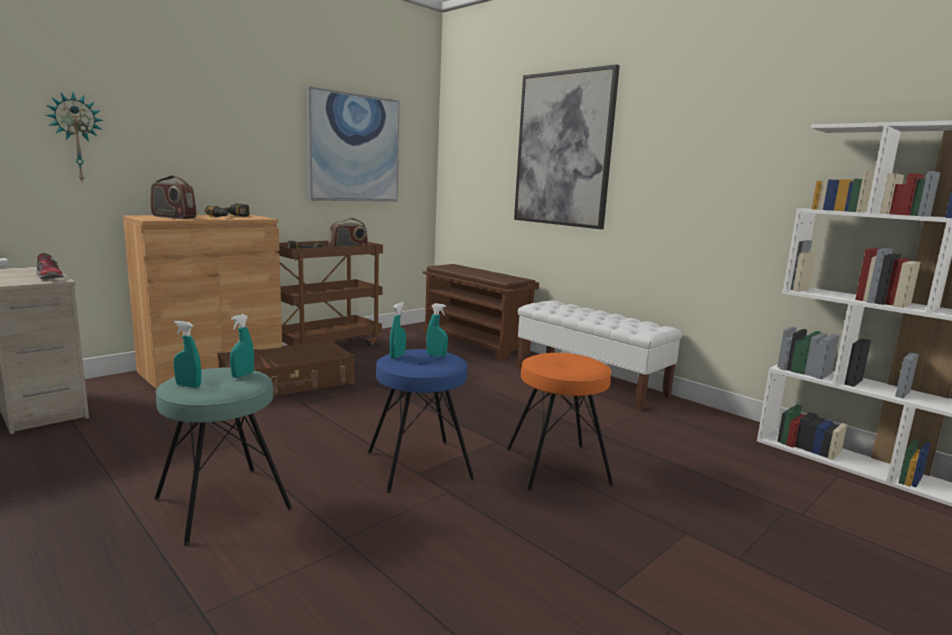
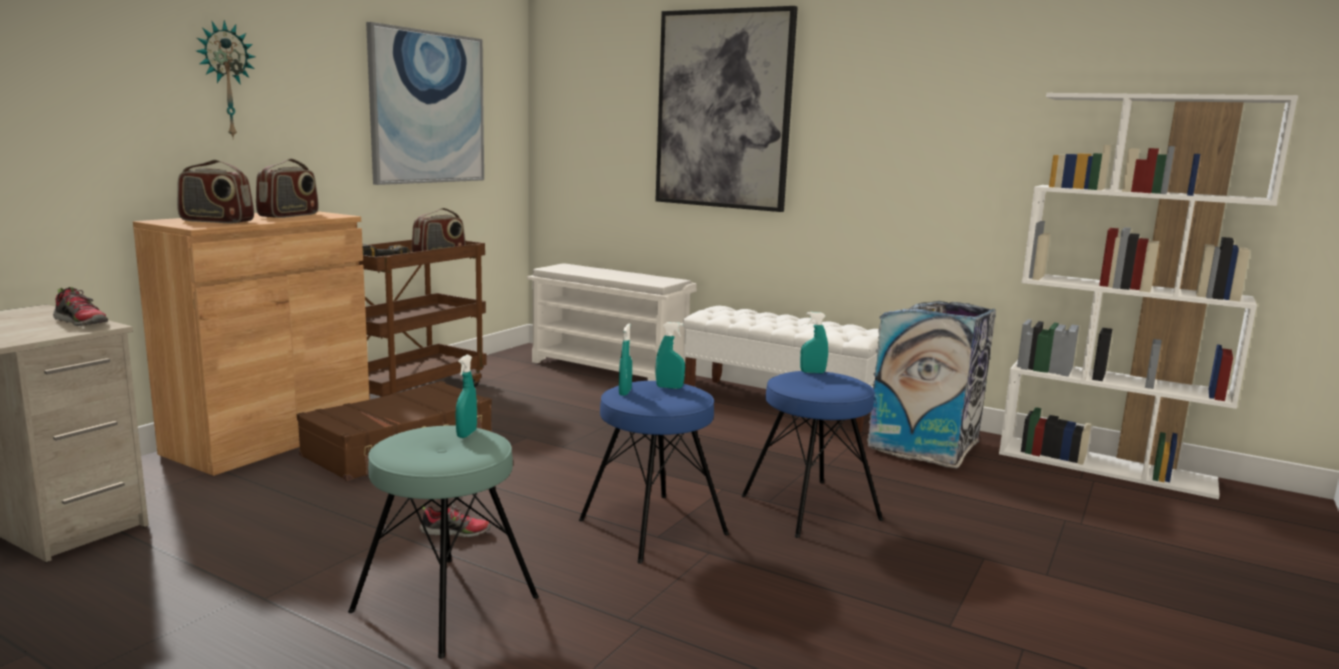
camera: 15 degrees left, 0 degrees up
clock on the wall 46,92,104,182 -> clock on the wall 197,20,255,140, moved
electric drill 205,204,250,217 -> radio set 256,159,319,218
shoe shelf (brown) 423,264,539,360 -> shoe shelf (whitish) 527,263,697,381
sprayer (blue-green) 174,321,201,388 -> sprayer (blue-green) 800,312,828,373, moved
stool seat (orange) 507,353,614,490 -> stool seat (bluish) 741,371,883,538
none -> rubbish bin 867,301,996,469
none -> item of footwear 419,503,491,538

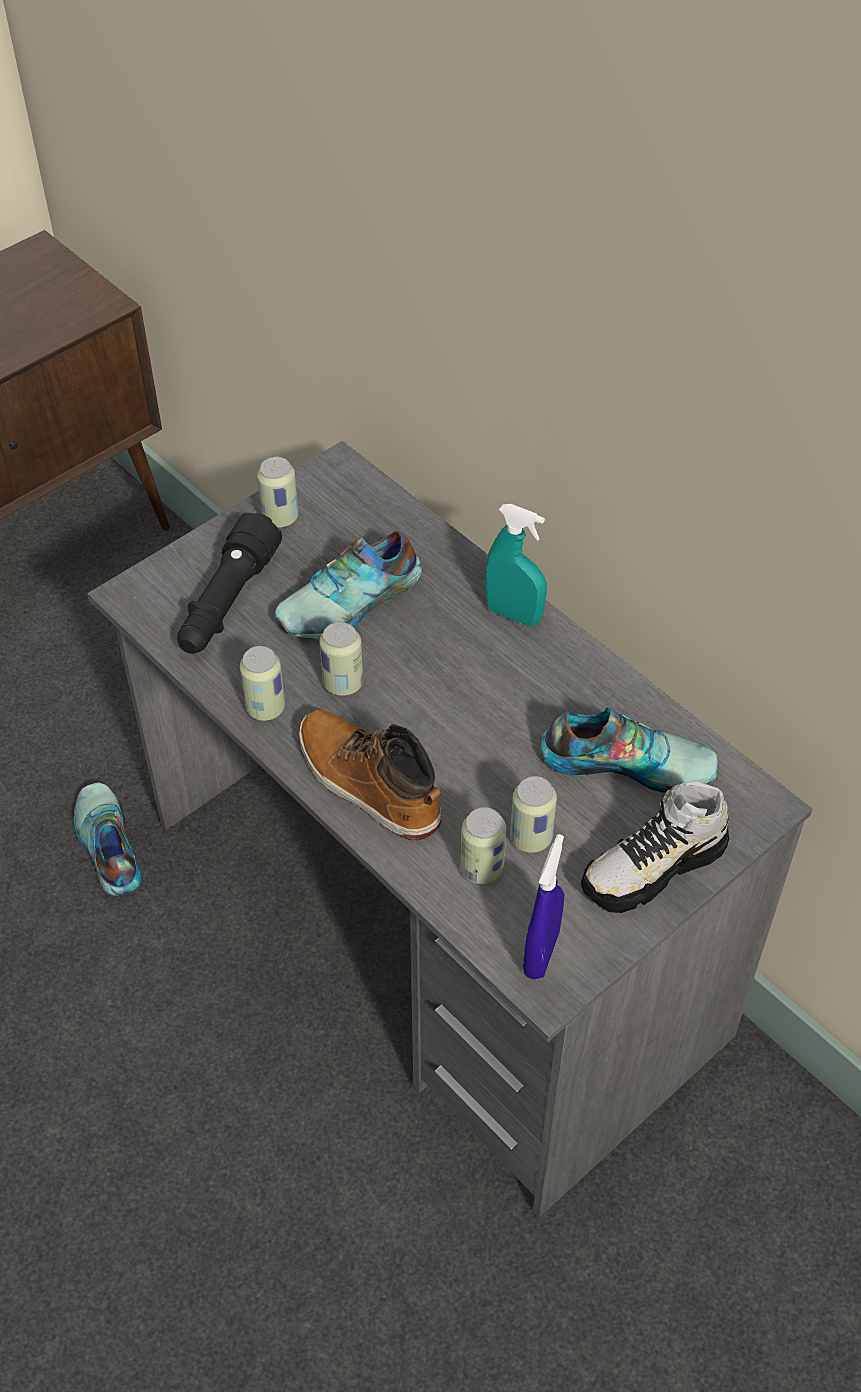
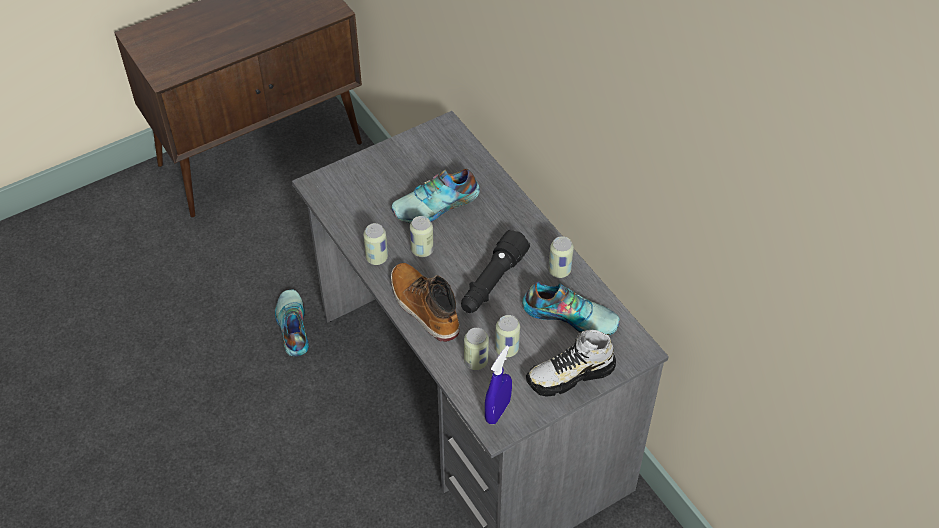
camera: 10 degrees right, 0 degrees up
metal can 257,457,298,528 -> metal can 549,236,574,278, moved
sprayer (blue-green) 485,504,547,626 -> none
hand torch (black) 177,513,282,654 -> hand torch (black) 461,230,530,313, moved

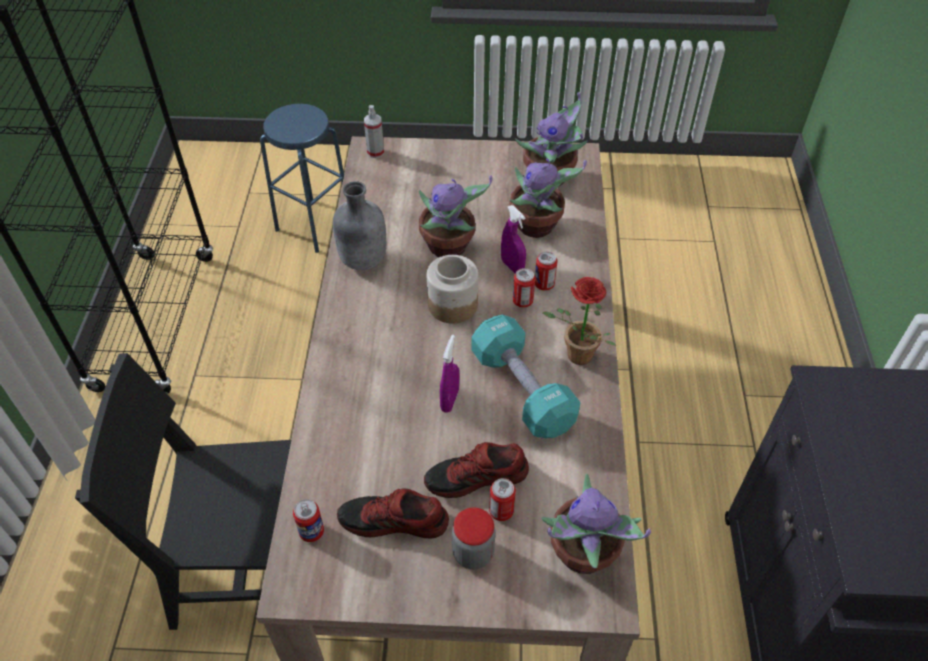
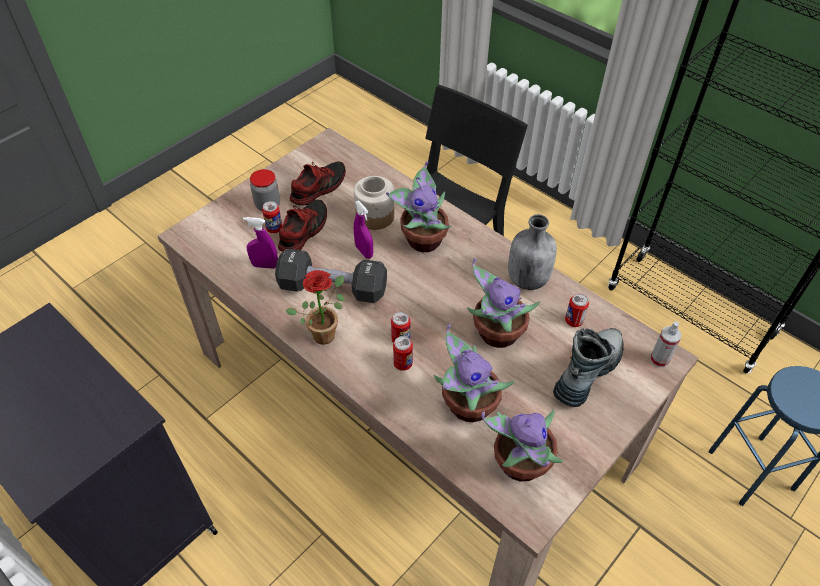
camera: 130 degrees right, 0 degrees up
sprayer (purple-coloured) 501,205,526,273 -> sprayer (purple-coloured) 243,217,278,269, moved
jar 427,255,478,324 -> jar 354,176,395,230, moved
dumbbell (blue-green) 471,314,580,438 -> dumbbell (black) 275,249,387,303
plant in a pot 542,474,651,574 -> plant in a pot 386,161,451,252, moved
metal can 293,499,324,542 -> metal can 565,293,589,327, moved
none -> tall boot 553,328,624,407

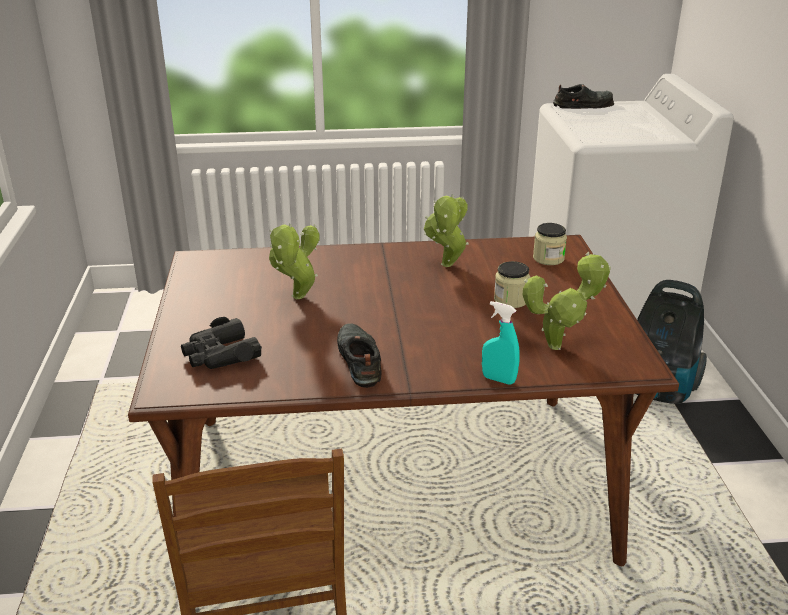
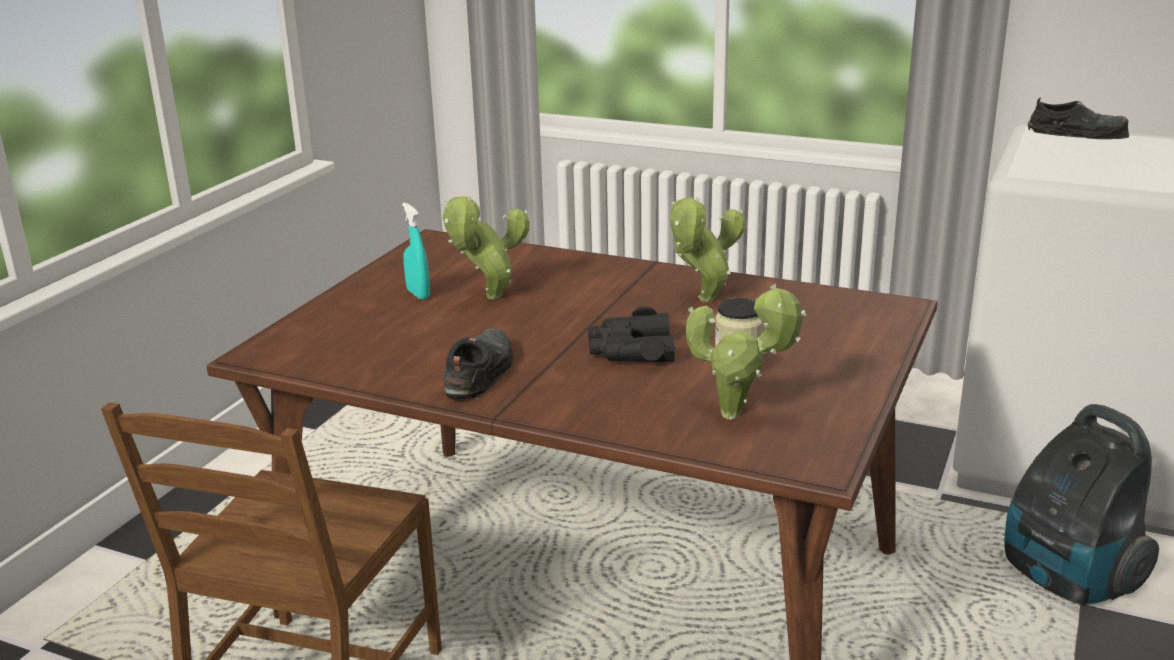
camera: 30 degrees right, 5 degrees down
jar 533,223,567,265 -> none
sprayer (blue-green) 482,301,520,385 -> sprayer (blue-green) 402,202,430,300, moved
pair of binoculars (black) 181,317,262,369 -> pair of binoculars (black) 588,306,675,362, moved

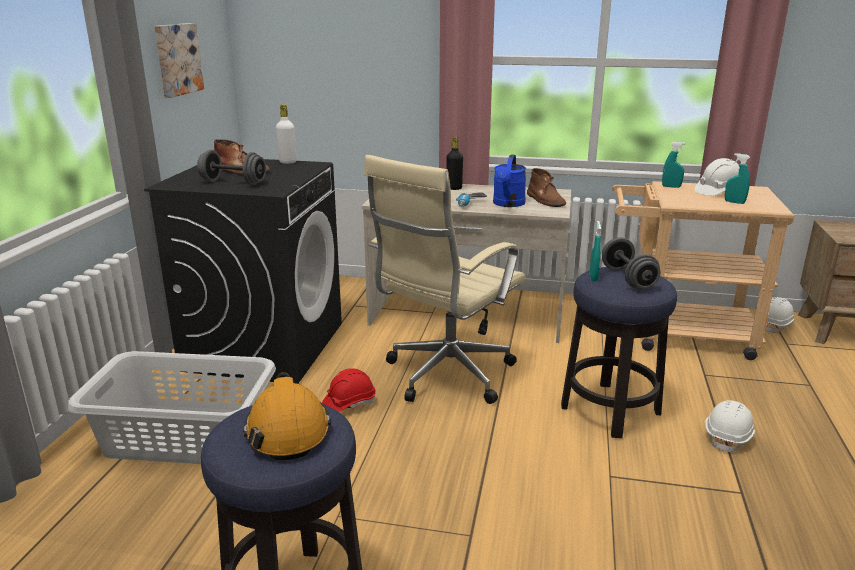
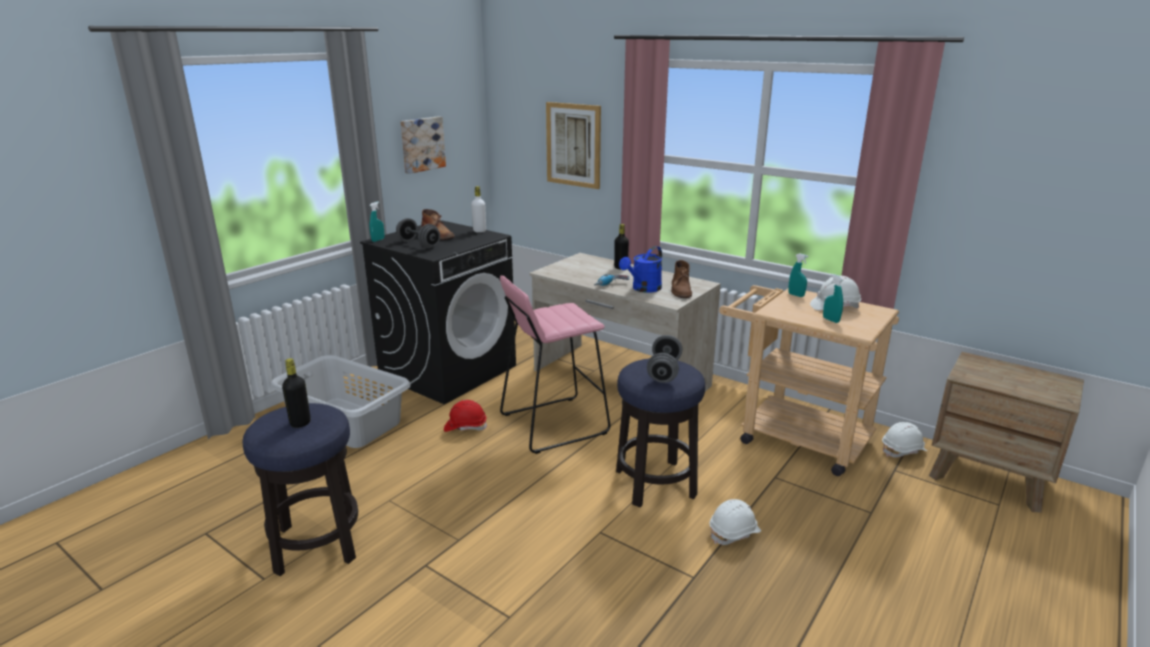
camera: 25 degrees right, 0 degrees up
office chair (beige-coloured) 364,155,525,404 -> stool seat (pinkish) 500,276,610,454
sprayer (blue-green) 590,221,601,281 -> sprayer (blue-green) 369,201,385,242, moved
work helmet (orange) 243,372,331,460 -> bottle (black) 282,358,311,428
none -> wall picture 546,102,601,189

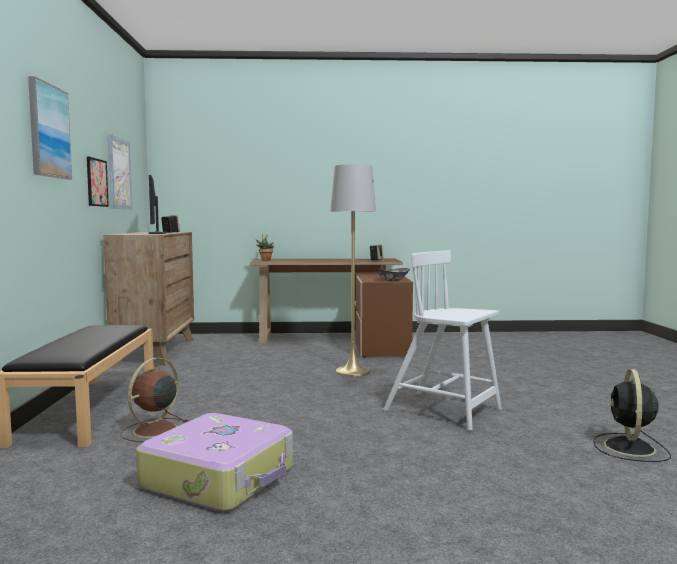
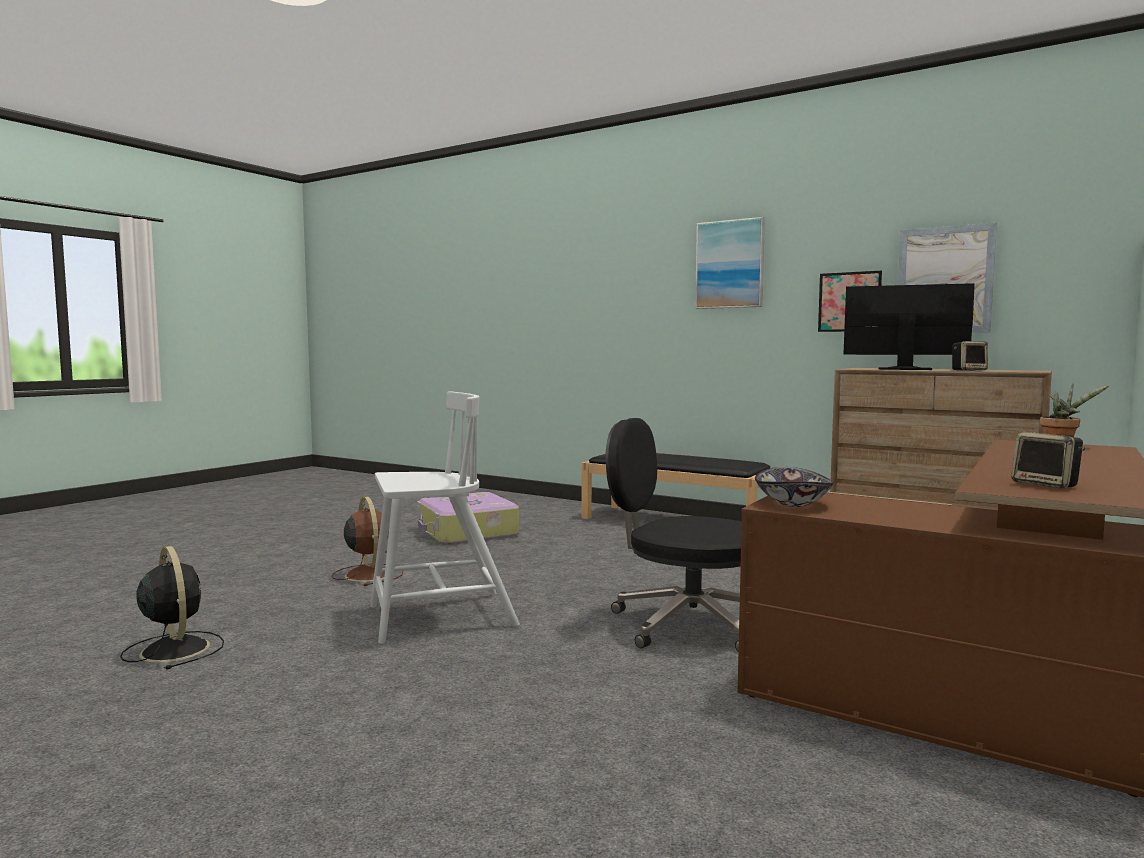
camera: 125 degrees right, 0 degrees up
floor lamp (gray) 330,164,376,377 -> office chair (black) 605,418,742,651
cooling fan (brown) 120,358,188,442 -> cooling fan (brown) 332,497,403,586, moved

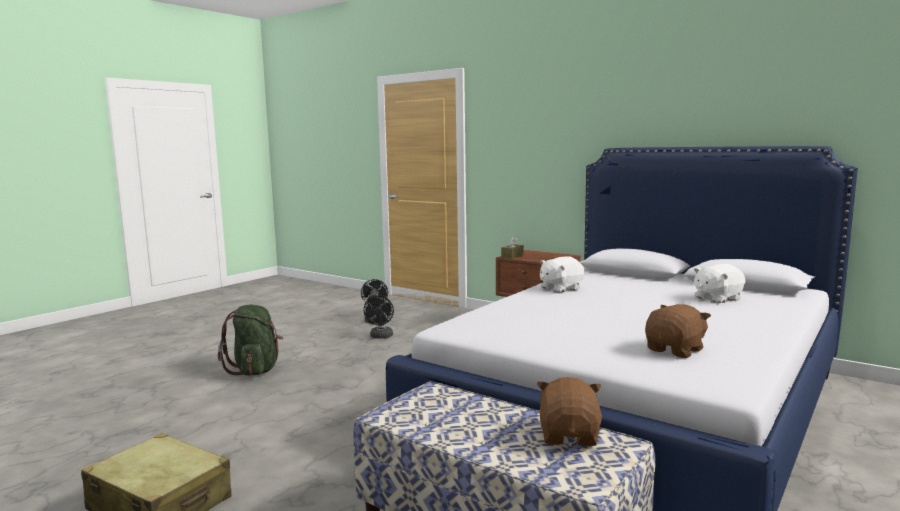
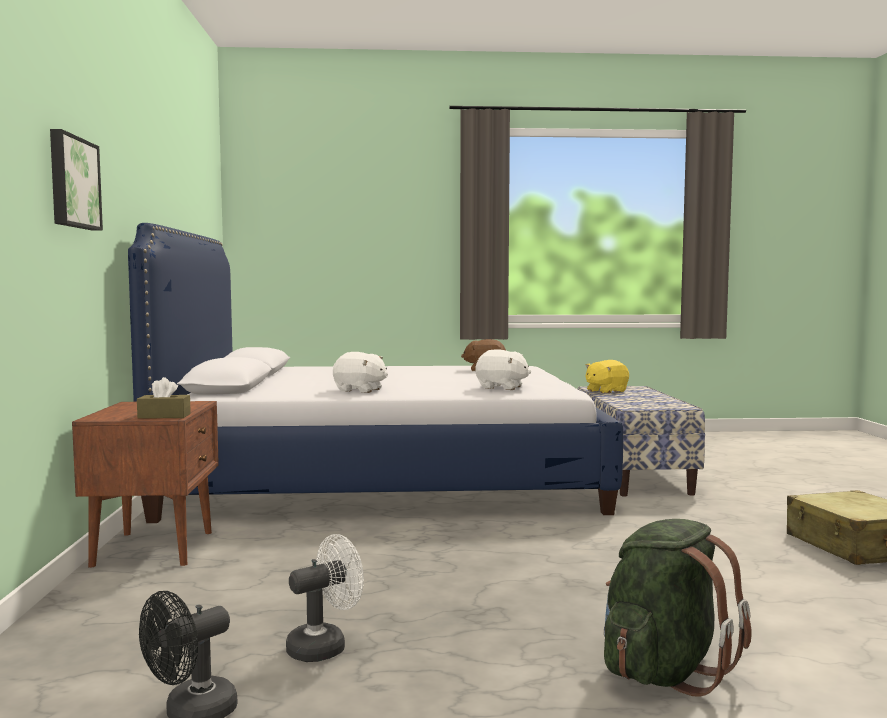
camera: 130 degrees left, 5 degrees down
soft toy (whitish) 694,264,745,303 -> soft toy (whitish) 475,349,531,390, moved
cooling fan (black) 364,296,394,339 -> cooling fan (whitish) 286,534,364,662
soft toy (brown) 537,377,602,446 -> soft toy (yellow-coloured) 585,360,629,394
none -> wall picture 50,129,103,231

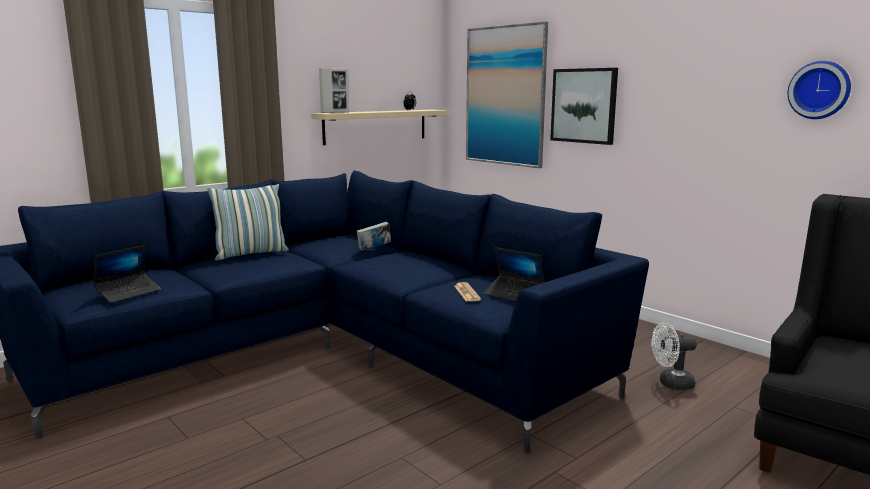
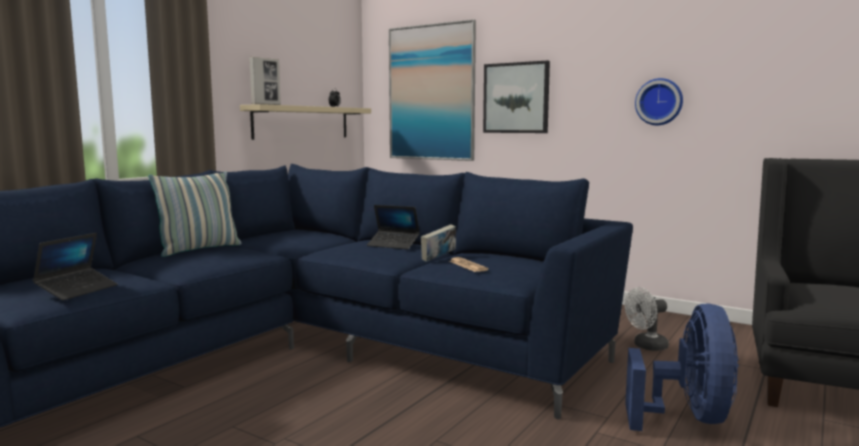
camera: 15 degrees left, 5 degrees down
clock on the wall 788,61,851,119 -> clock on the wall 635,78,683,125, moved
bound book 356,222,391,251 -> bound book 421,225,456,262, moved
laptop 483,247,545,302 -> laptop 367,205,420,249, moved
none -> cooling fan (bluish) 625,303,739,431

